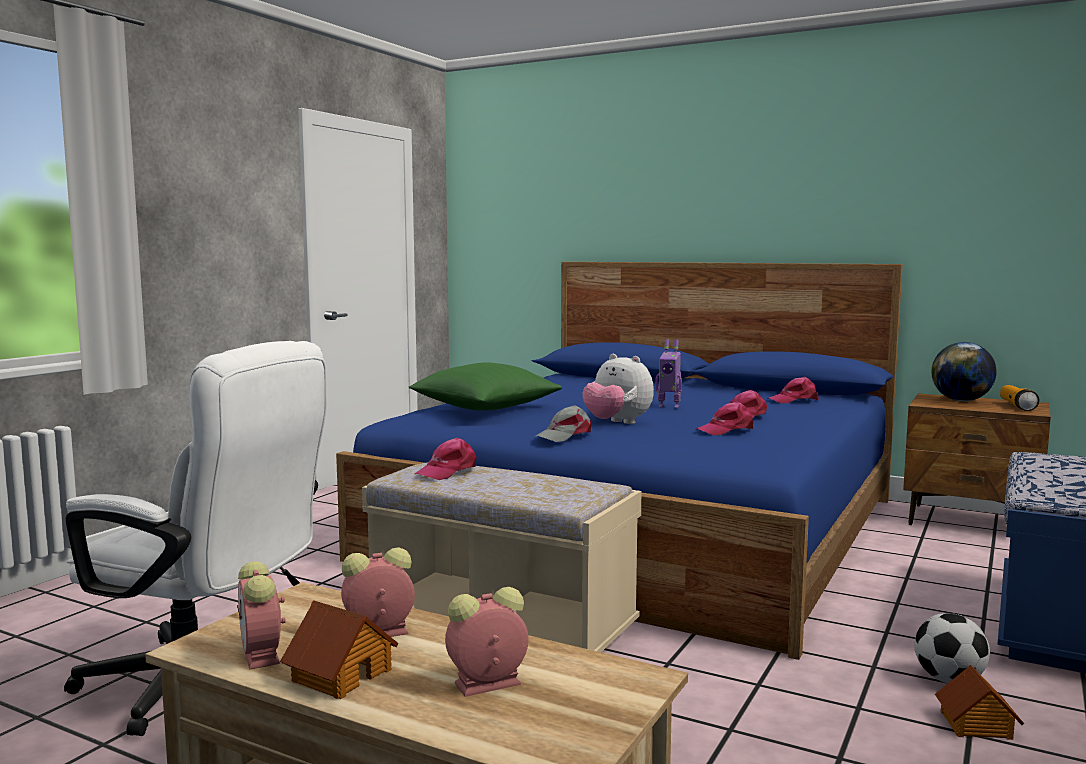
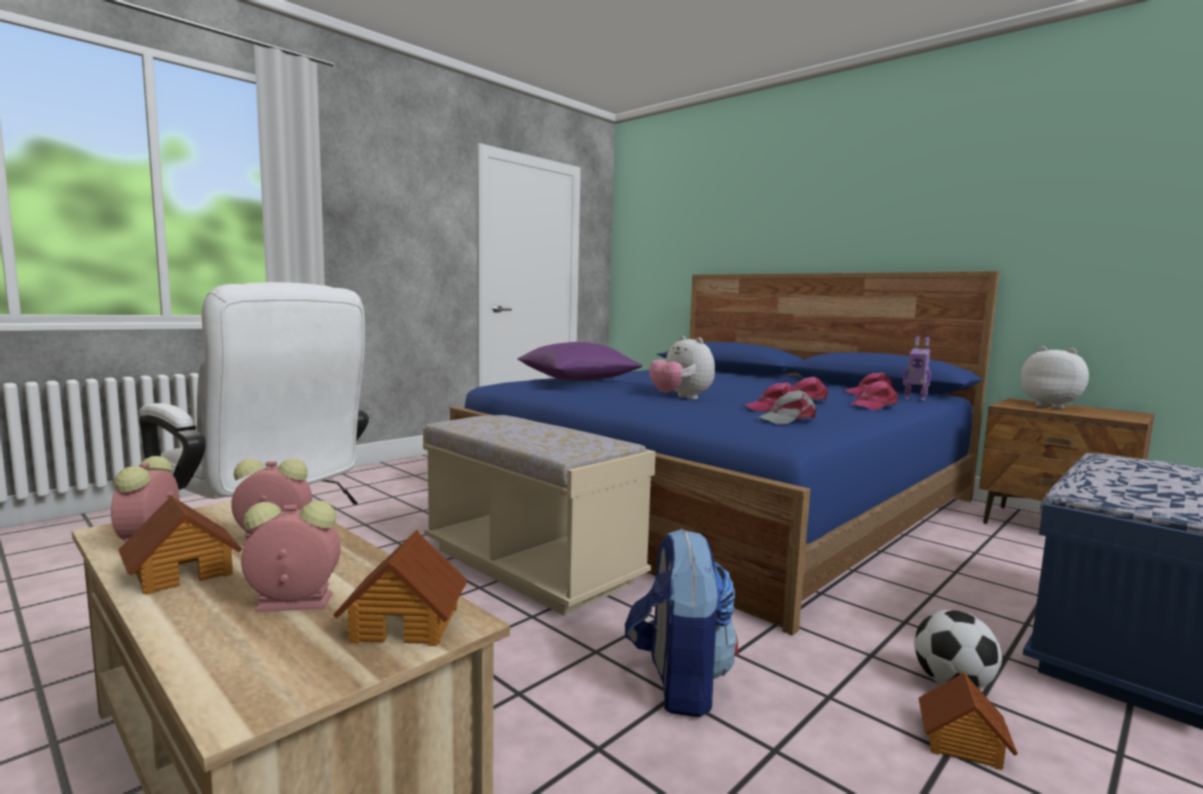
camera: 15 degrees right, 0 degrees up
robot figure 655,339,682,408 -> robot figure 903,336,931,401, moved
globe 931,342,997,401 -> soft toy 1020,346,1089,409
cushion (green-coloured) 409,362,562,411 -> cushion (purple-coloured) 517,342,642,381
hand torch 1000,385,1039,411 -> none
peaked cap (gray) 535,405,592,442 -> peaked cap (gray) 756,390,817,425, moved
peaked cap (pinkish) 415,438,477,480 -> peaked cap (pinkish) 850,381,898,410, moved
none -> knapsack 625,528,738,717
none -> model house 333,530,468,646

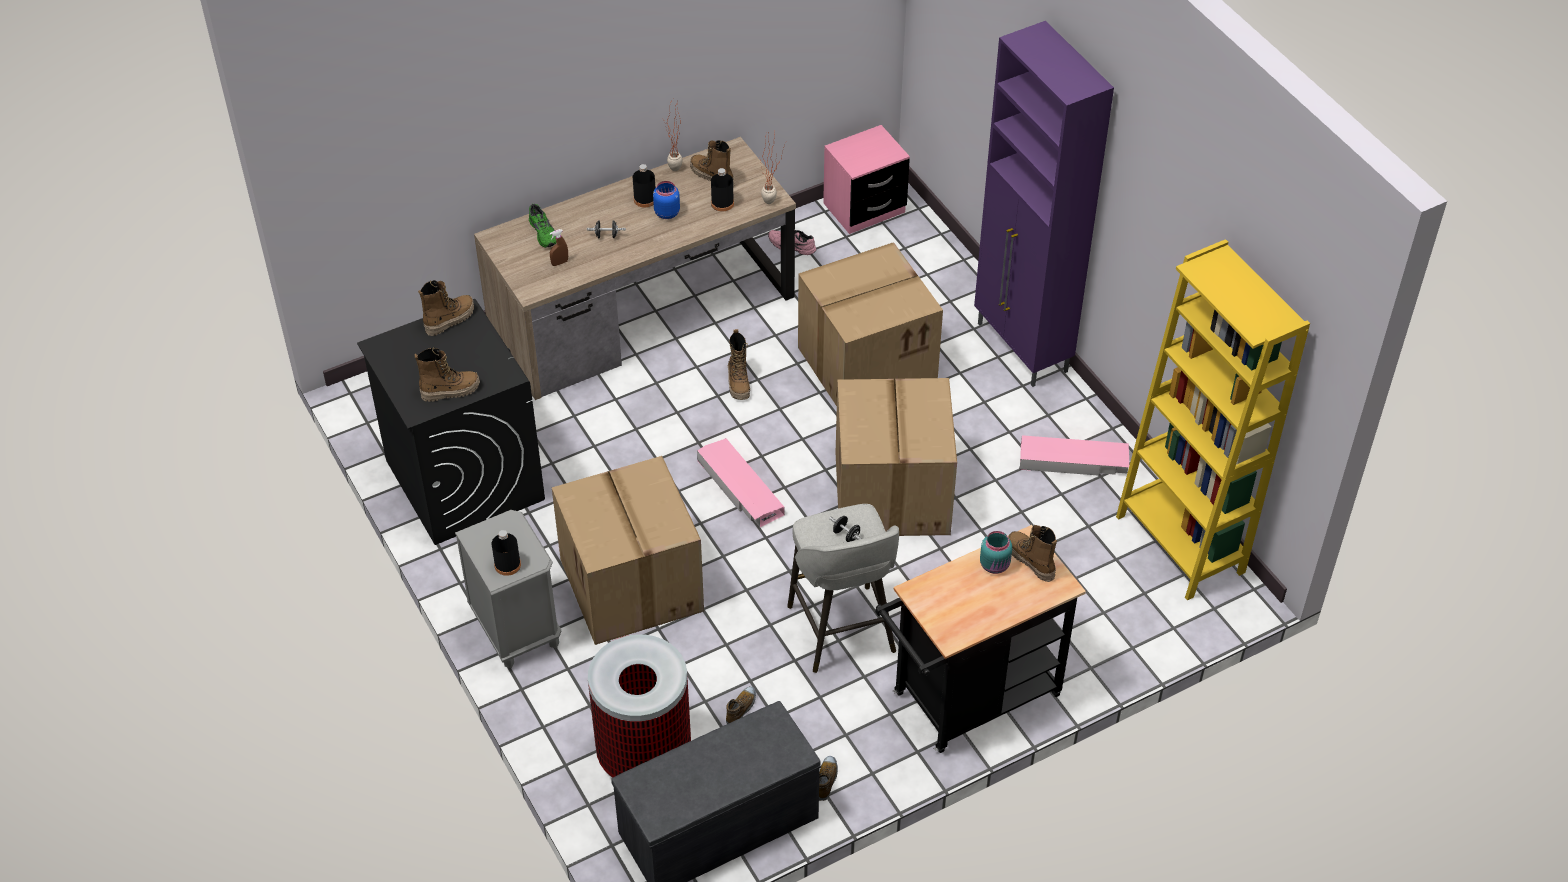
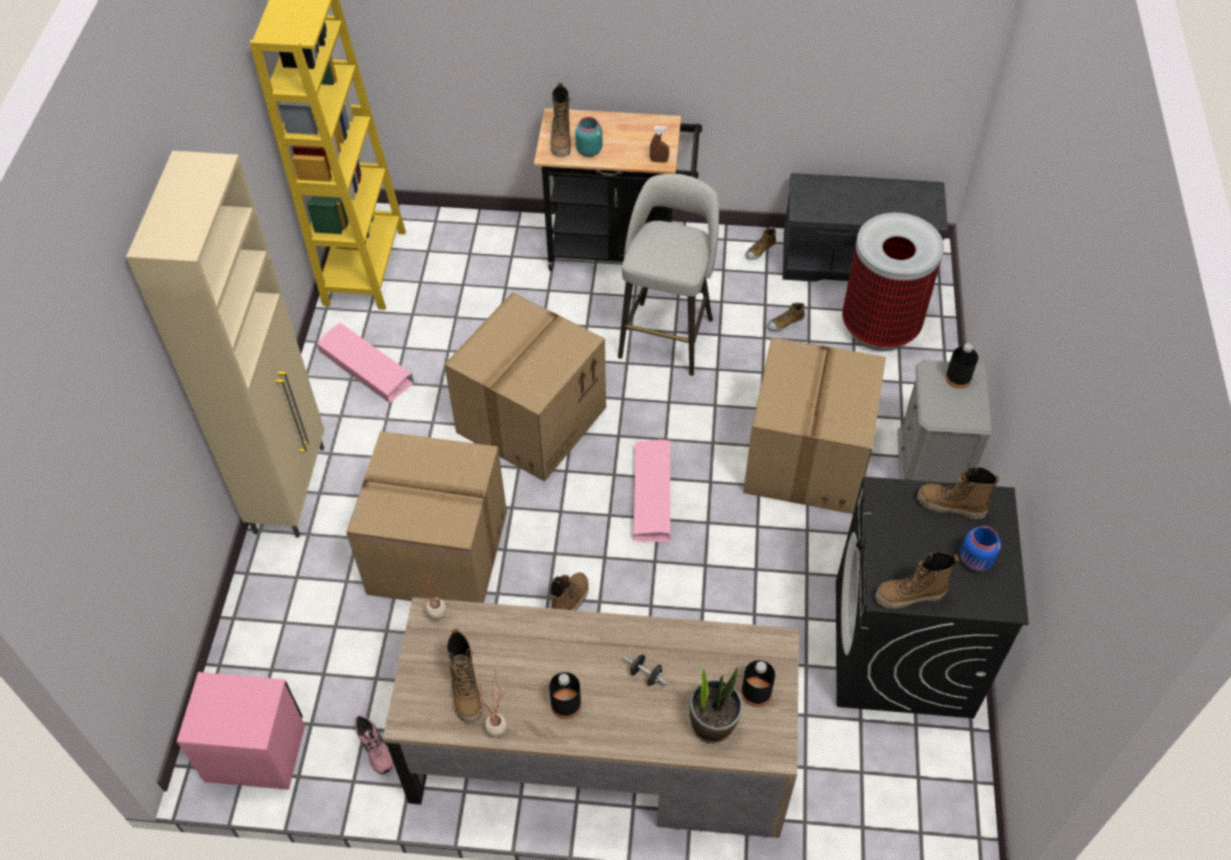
camera: 145 degrees left, 5 degrees up
cabinet (purple-coloured) 974,21,1114,387 -> cabinet (beige-coloured) 126,151,325,538
bottle (black) 711,168,734,212 -> bottle (black) 741,660,775,707, moved
jar (bluish) 653,181,680,219 -> jar (bluish) 960,526,1001,572, moved
item of footwear (green-coloured) 529,204,557,248 -> plant in a pot 690,665,742,743
sprayer (brown) 550,229,568,266 -> sprayer (brown) 650,126,669,163, moved
dumbbell (black) 829,516,862,542 -> none

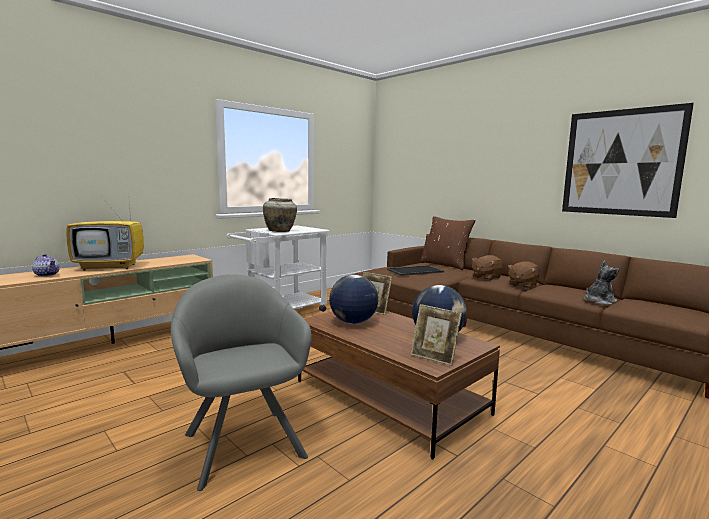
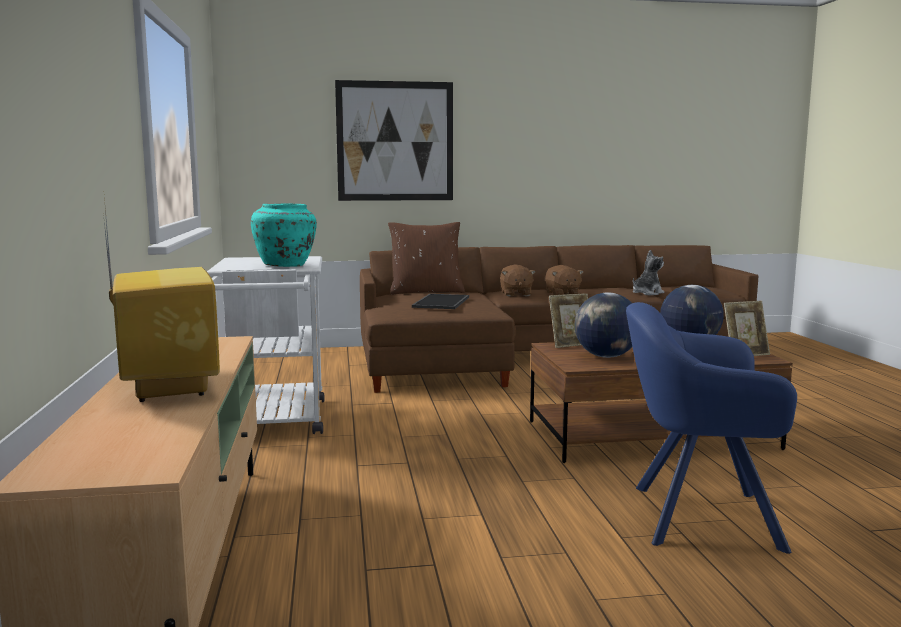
camera: 55 degrees left, 0 degrees up
wall picture 562,103,694,218 -> wall picture 335,80,453,201, moved
television 66,192,144,270 -> television 103,198,220,402, 45 degrees counterclockwise
flower vase (beige-coloured) 263,198,297,232 -> flower vase (blue-green) 251,203,317,267
teapot 32,254,60,277 -> none
soft toy 584,260,619,305 -> soft toy 633,250,664,295, 45 degrees clockwise
armchair (gray) 171,274,312,491 -> armchair (bluish) 626,302,797,554

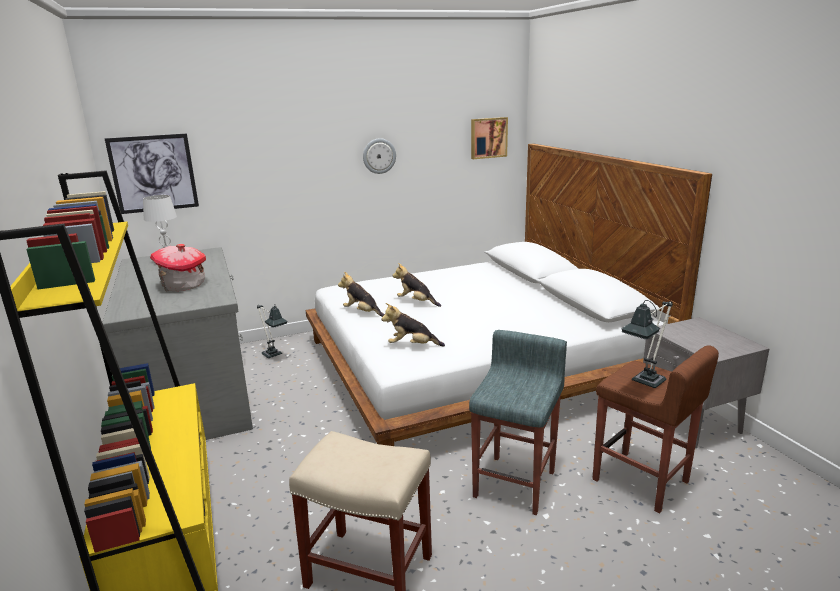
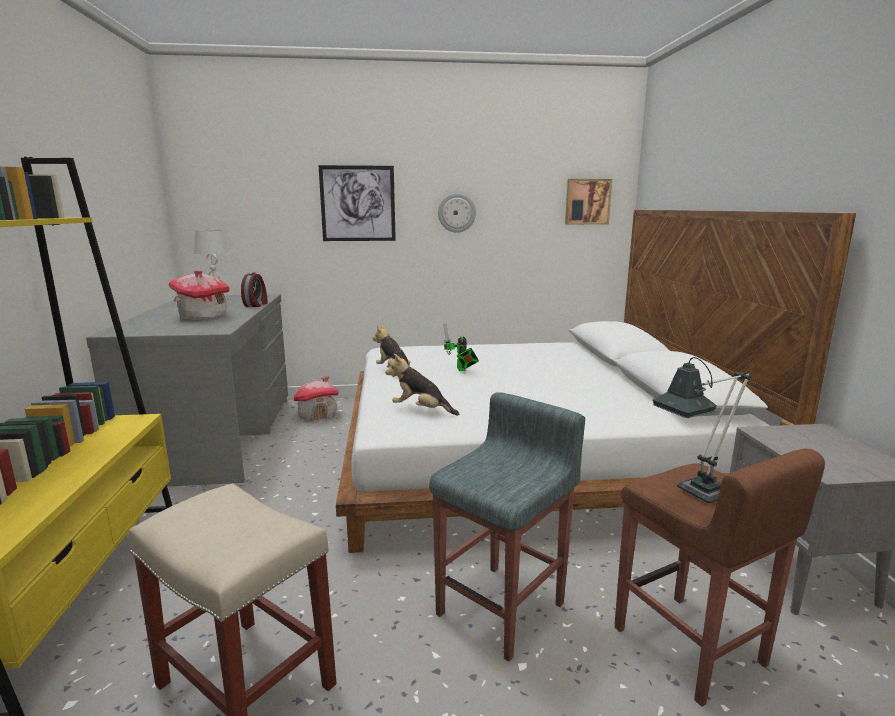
camera: 15 degrees right, 5 degrees down
wall picture 105,134,199,214 -> wall picture 319,165,396,241, moved
soft toy 392,263,441,307 -> robot figure 443,322,479,371
table lamp 257,303,287,358 -> model house 294,376,339,421
none -> table clock 241,272,267,307

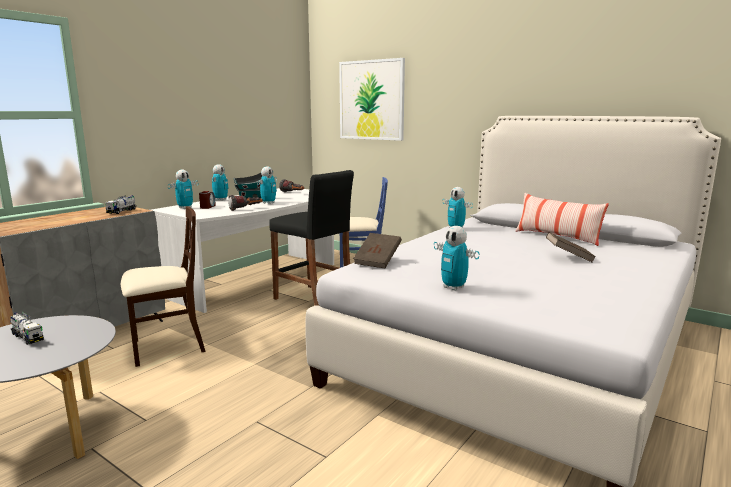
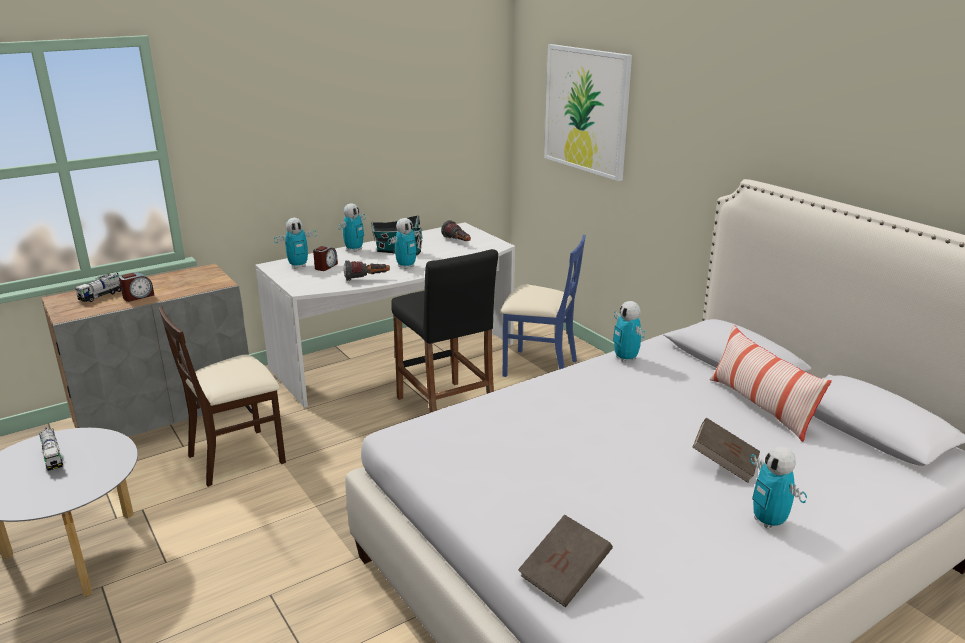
camera: 20 degrees right, 10 degrees up
toy lorry 105,195,137,214 -> toy lorry 75,273,121,302, moved
chair (beige-coloured) 121,206,206,367 -> chair (beige-coloured) 158,306,286,487, 150 degrees clockwise
robot figure 434,226,480,291 -> robot figure 751,446,807,530, moved
bound book (brown) 353,233,402,268 -> bound book (brown) 518,515,613,607, moved
none -> table clock 119,272,154,302

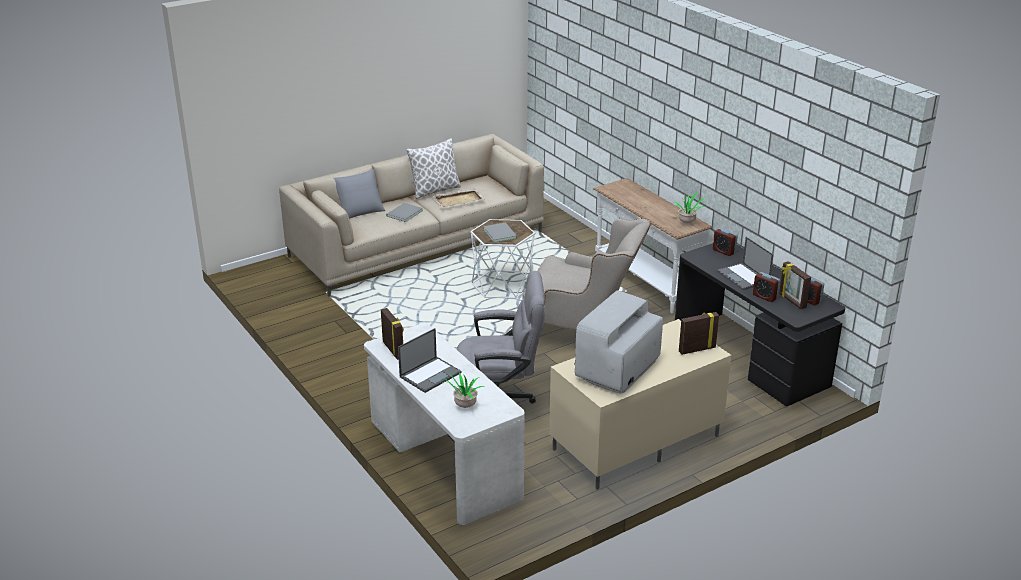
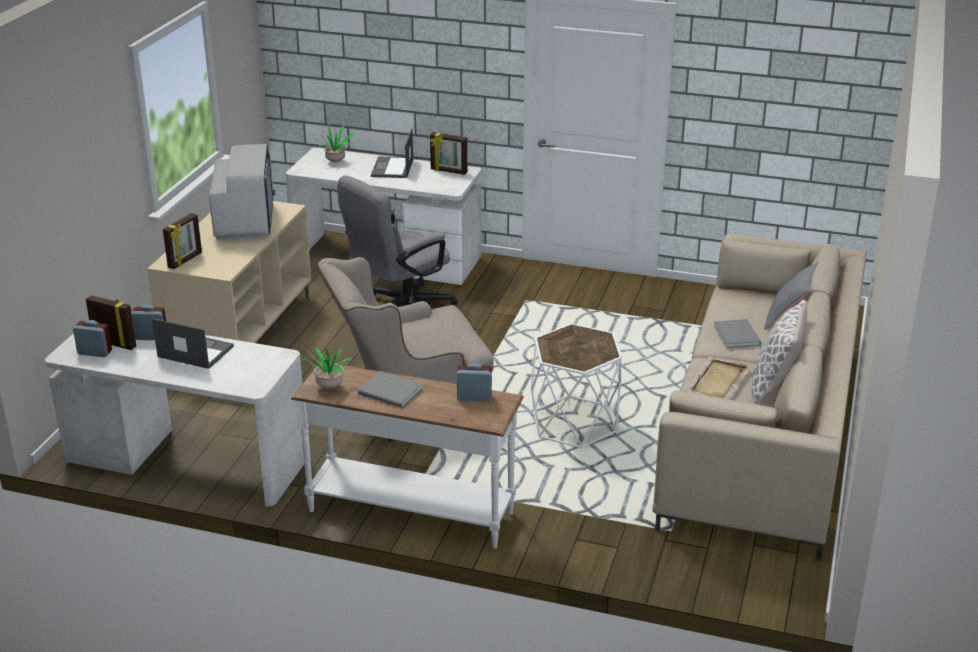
camera: 140 degrees right, 0 degrees up
bound book (gray) 483,222,517,243 -> bound book (gray) 358,371,423,408, moved
table clock 713,228,738,256 -> table clock 457,363,492,402, moved
desk table (black) 675,243,845,406 -> desk table (whitish) 45,333,304,507

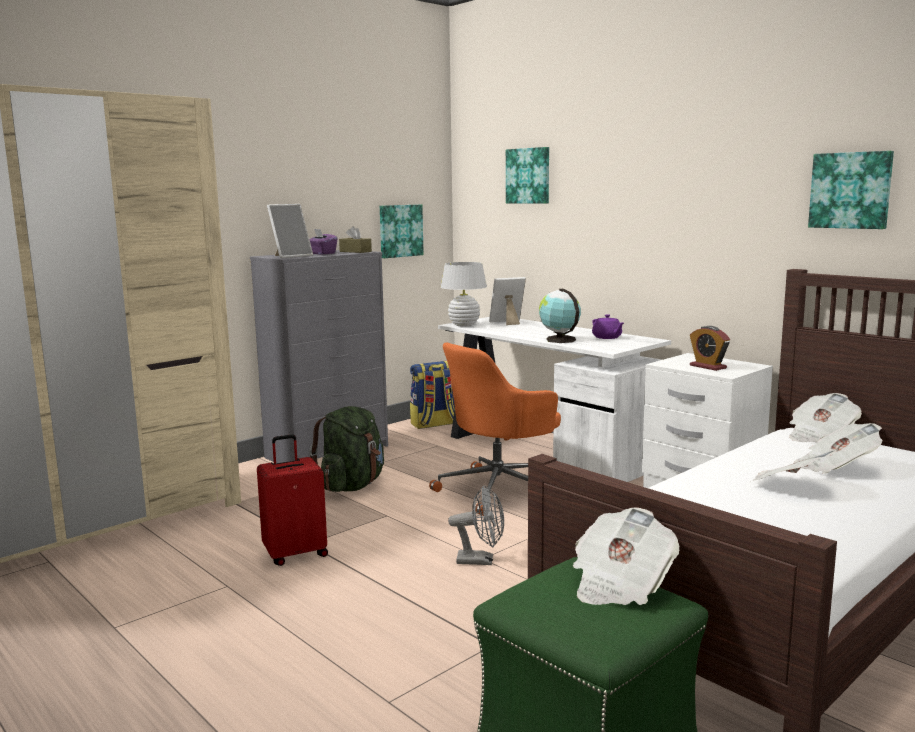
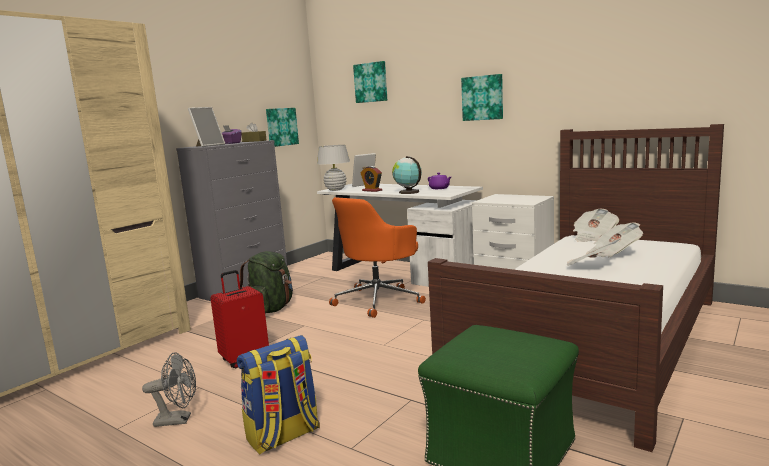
camera: 10 degrees left, 0 degrees up
wall picture 808,151,894,229 -> wall picture 461,74,503,121, moved
table clock 690,326,730,371 -> table clock 360,166,382,192, moved
knapsack 410,361,455,429 -> knapsack 237,335,320,455, moved
cooling fan (gray) 448,485,504,565 -> cooling fan (gray) 142,352,196,427, moved
daily paper 573,507,680,605 -> none

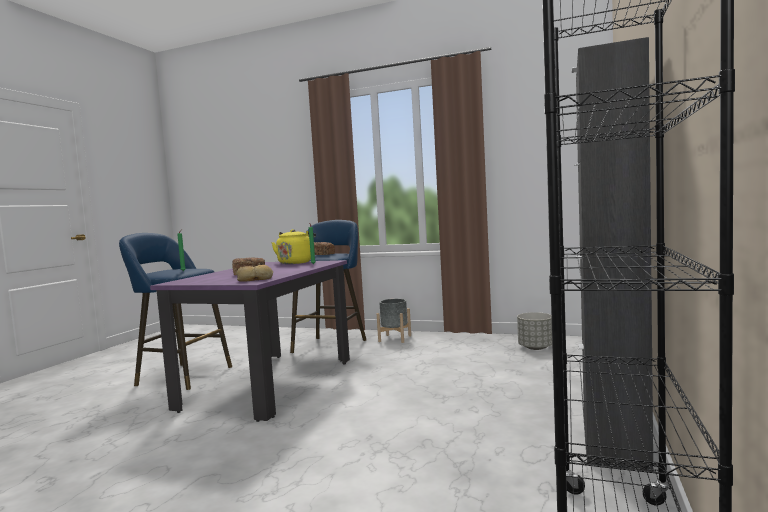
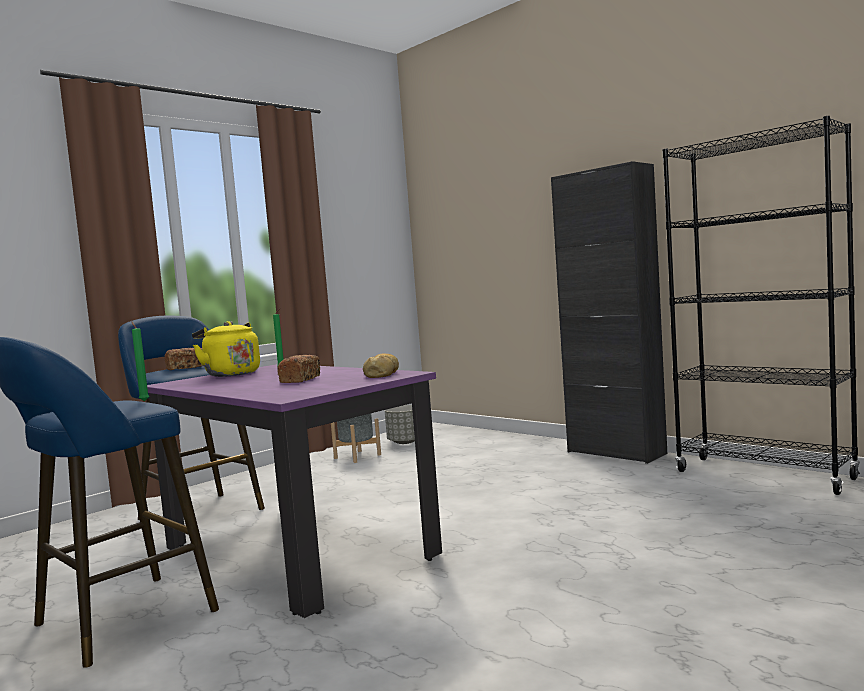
camera: 65 degrees left, 0 degrees up
planter (gray) 377,299,411,343 -> planter (gray) 331,413,381,463, moved

